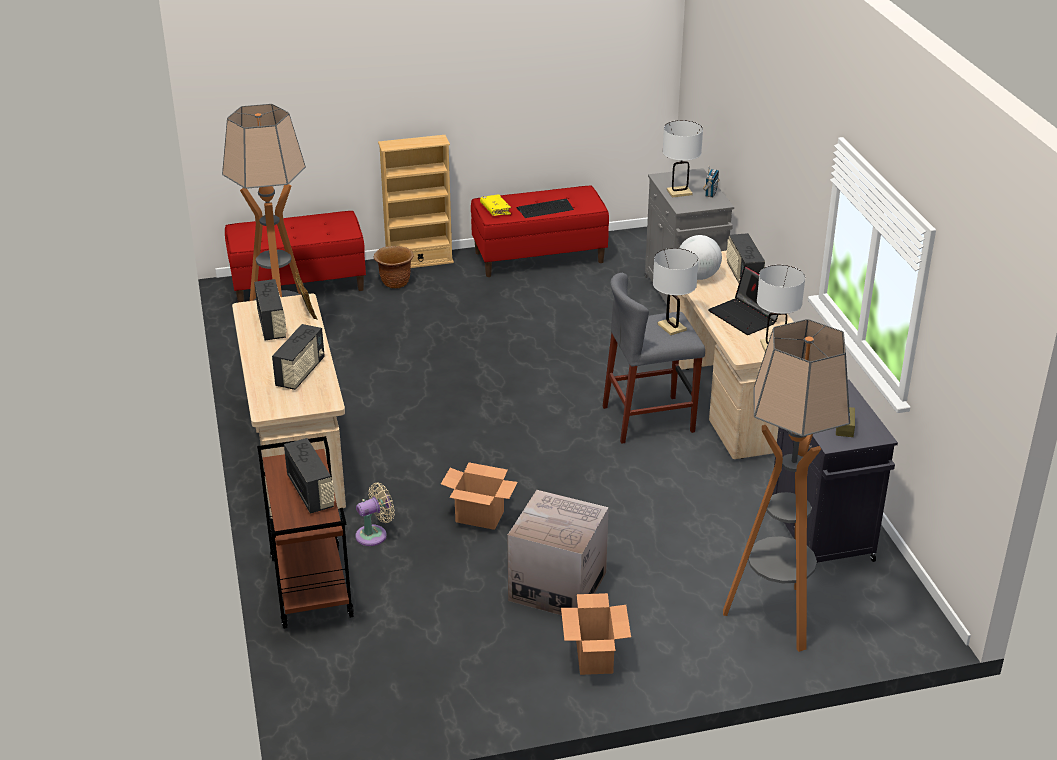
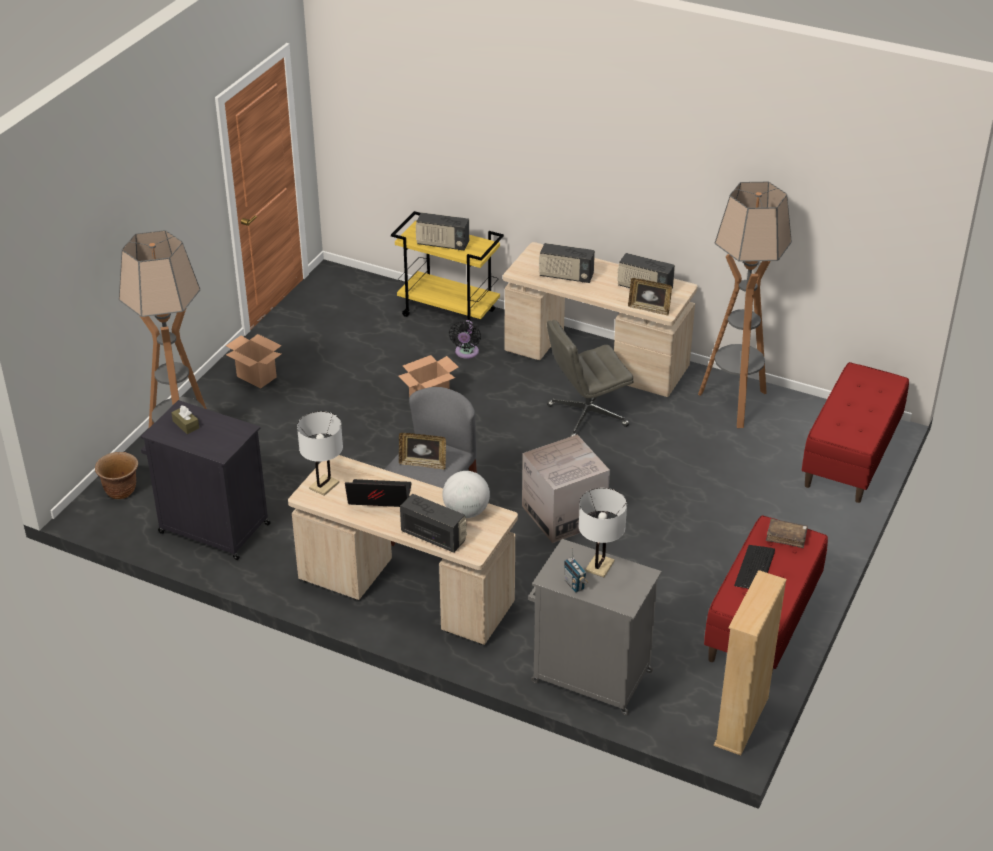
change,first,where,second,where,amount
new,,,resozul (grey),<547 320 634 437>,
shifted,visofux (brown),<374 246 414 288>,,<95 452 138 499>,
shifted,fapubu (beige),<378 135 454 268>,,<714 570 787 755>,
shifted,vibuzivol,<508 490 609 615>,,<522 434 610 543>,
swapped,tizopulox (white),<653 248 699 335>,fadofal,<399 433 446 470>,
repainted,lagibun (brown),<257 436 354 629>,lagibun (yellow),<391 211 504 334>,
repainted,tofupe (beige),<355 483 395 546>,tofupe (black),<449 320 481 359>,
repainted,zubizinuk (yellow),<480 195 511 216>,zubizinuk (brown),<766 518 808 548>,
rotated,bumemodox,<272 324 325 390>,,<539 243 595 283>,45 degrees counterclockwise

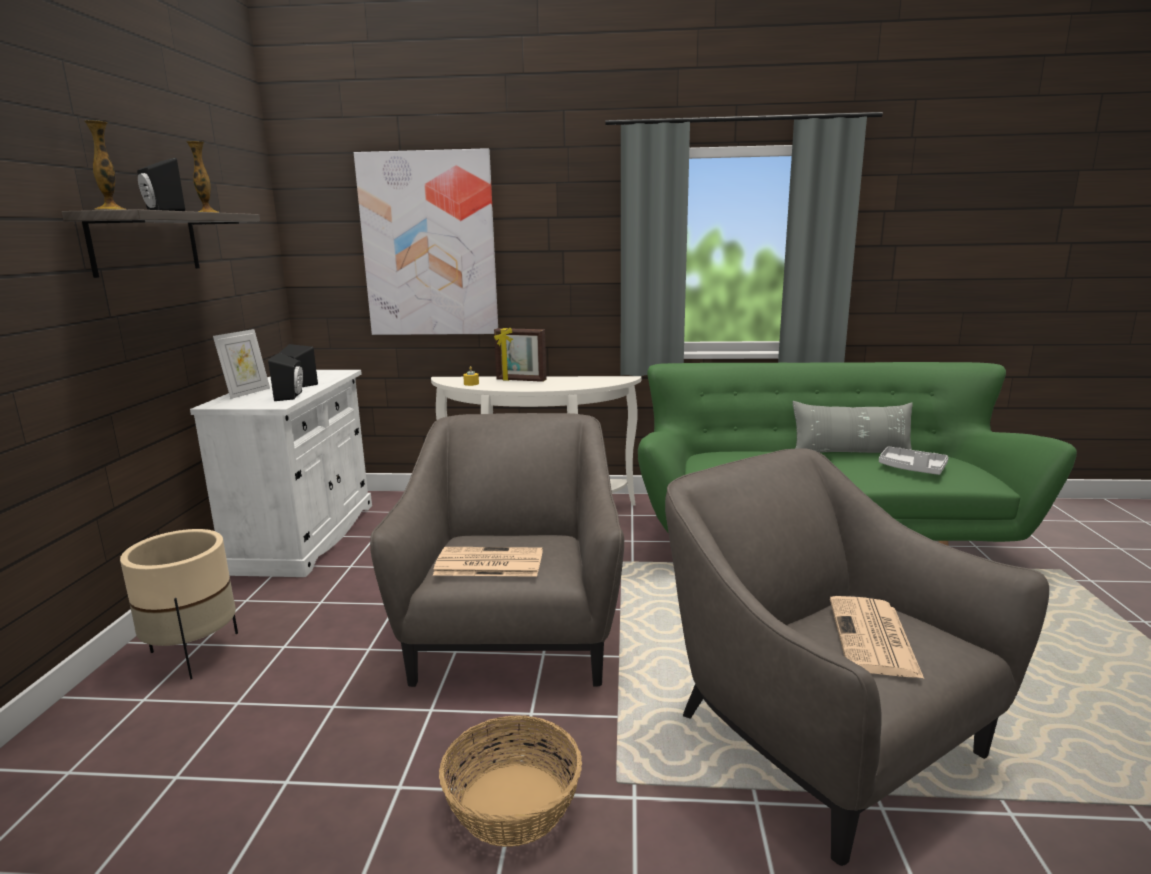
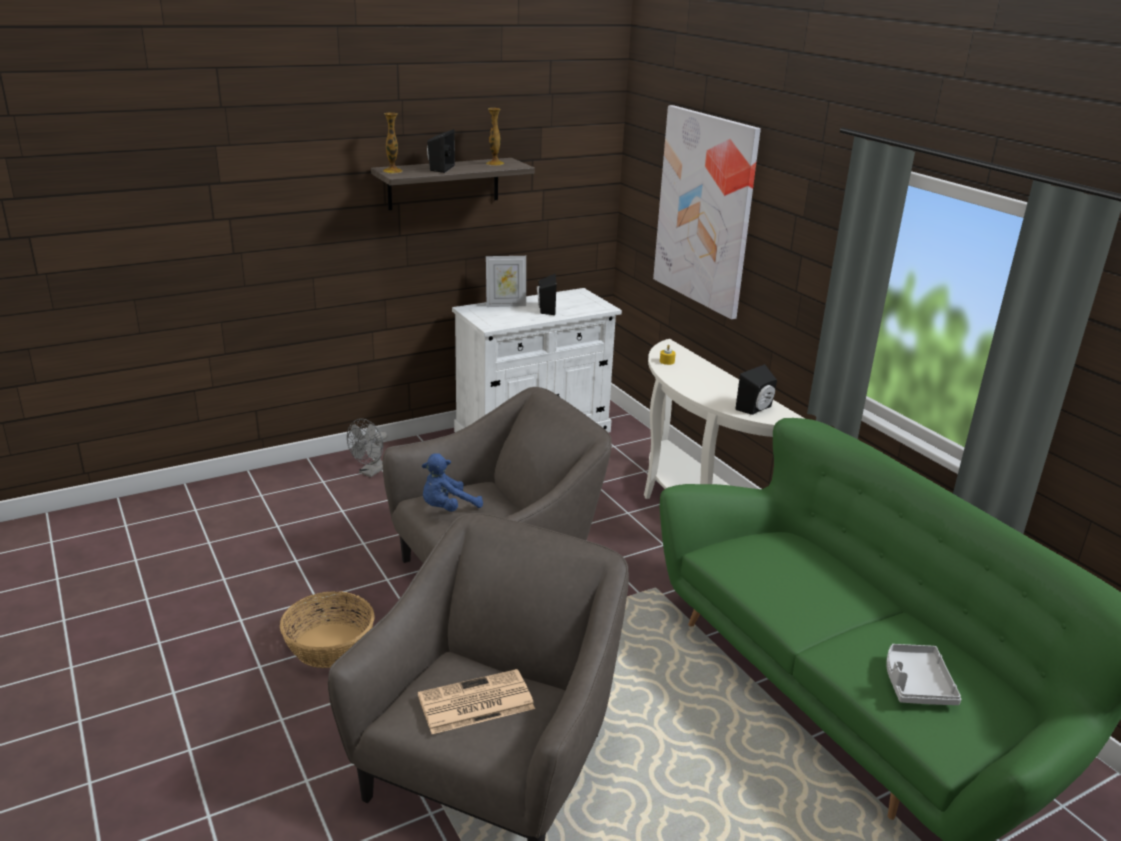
change,first,where,second,where,amount
gone,fadofal,<494 328 546 382>,,,
gone,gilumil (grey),<793 401 913 453>,,,
shifted,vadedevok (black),<268 353 303 401>,,<735 364 777 415>,
swapped,visofux (beige),<120 529 238 680>,tofupe (grey),<347 419 387 477>,
swapped,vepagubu,<433 547 543 577>,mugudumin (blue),<422 453 483 512>,

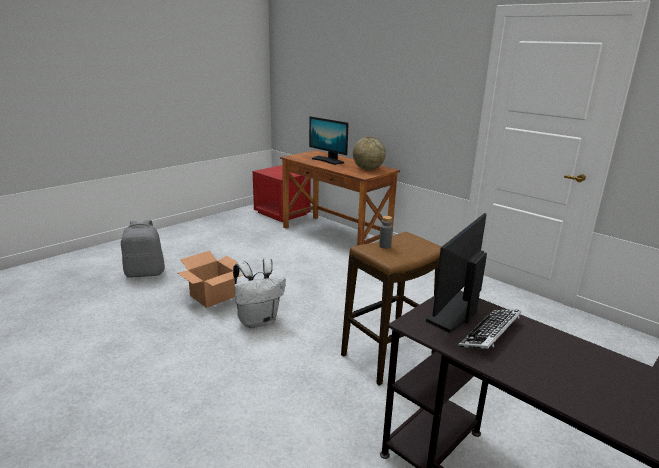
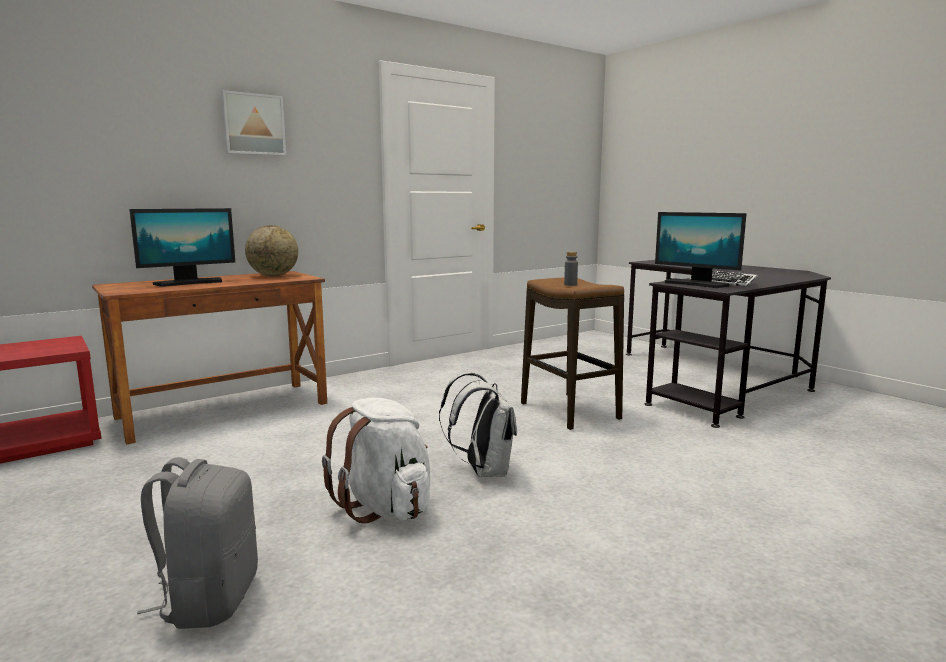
change,first,where,second,where,amount
new,,,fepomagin,<221 90 286 156>,
swapped,vibuzivol,<178 251 243 308>,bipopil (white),<322 398 430 524>,

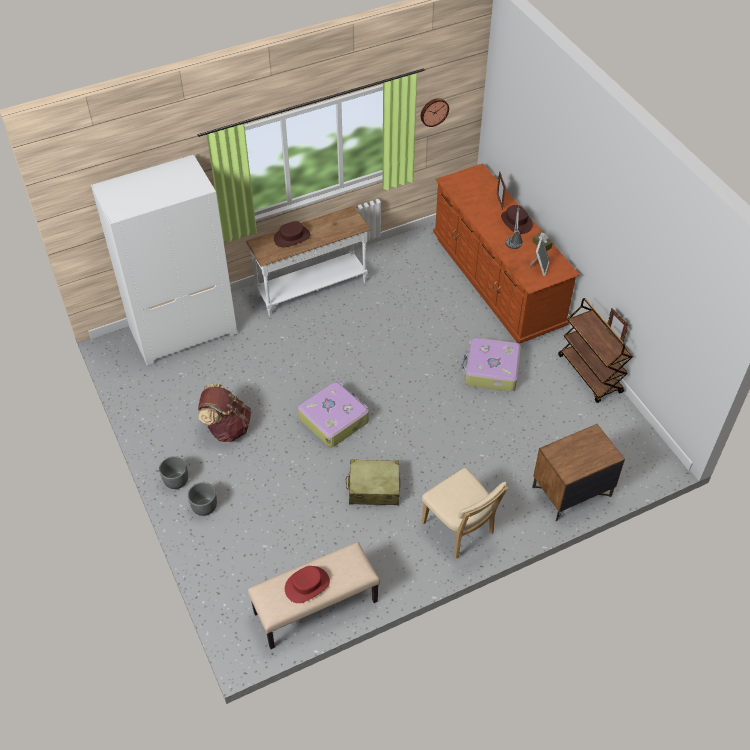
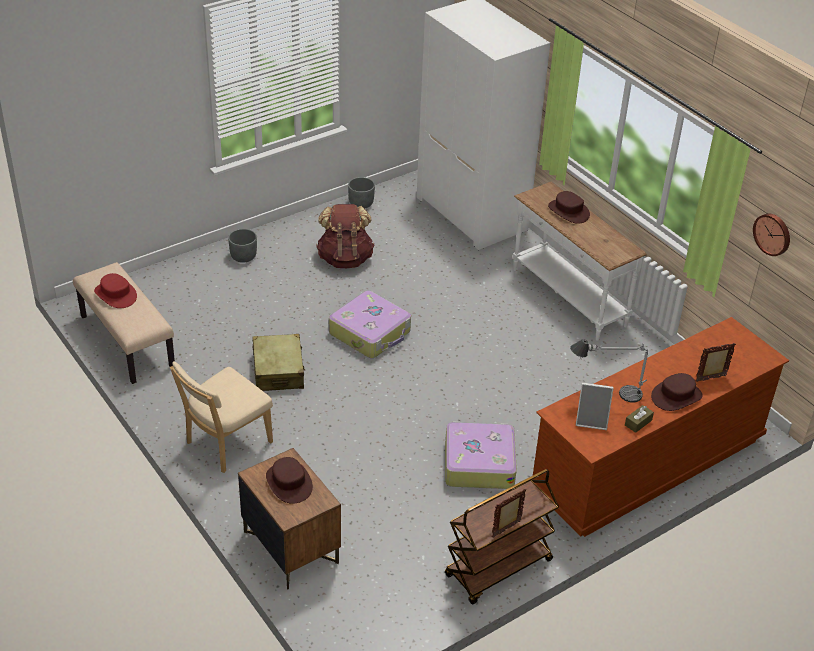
change,first,where,second,where,amount
new,,,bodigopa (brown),<266 457 313 504>,
shifted,visofux (grey),<159 456 188 489>,,<348 177 375 208>,

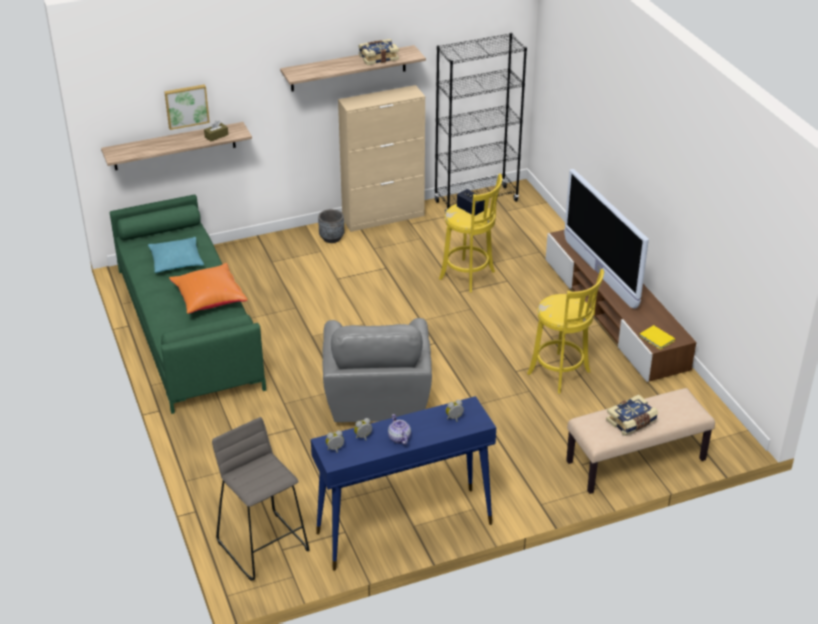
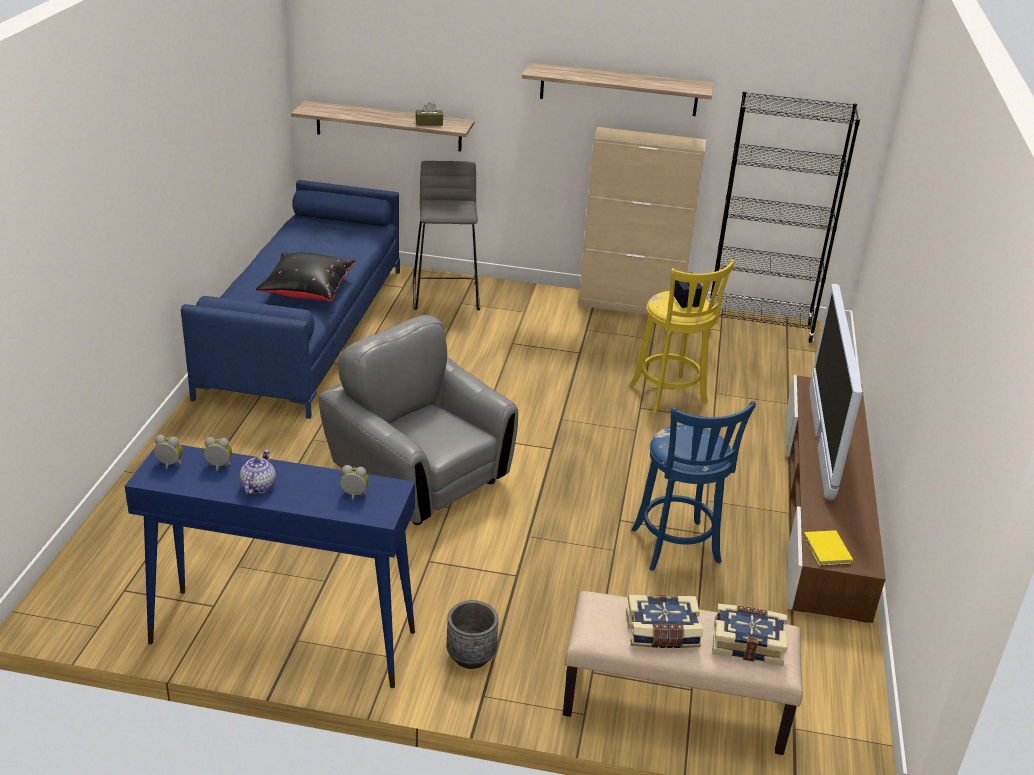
change,first,where,second,where,amount
gone,gilumil (turquoise),<148 237 204 273>,,,
gone,fepomagin,<164 84 210 130>,,,
shifted,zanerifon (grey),<212 417 309 580>,,<413 161 480 310>,
shifted,visofux (grey),<318 209 344 243>,,<447 600 498 669>,
shifted,zubizinuk,<358 39 399 65>,,<712 604 787 666>,
repainted,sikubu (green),<110 195 266 414>,sikubu (blue),<181 180 400 419>,
repainted,gilumil (orange),<169 263 248 314>,gilumil (black),<256 253 356 301>,
repainted,zanerifon (yellow),<527 269 604 394>,zanerifon (blue),<631 401 756 571>,
rotated,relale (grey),<323 318 432 422>,,<319 315 518 525>,105 degrees clockwise

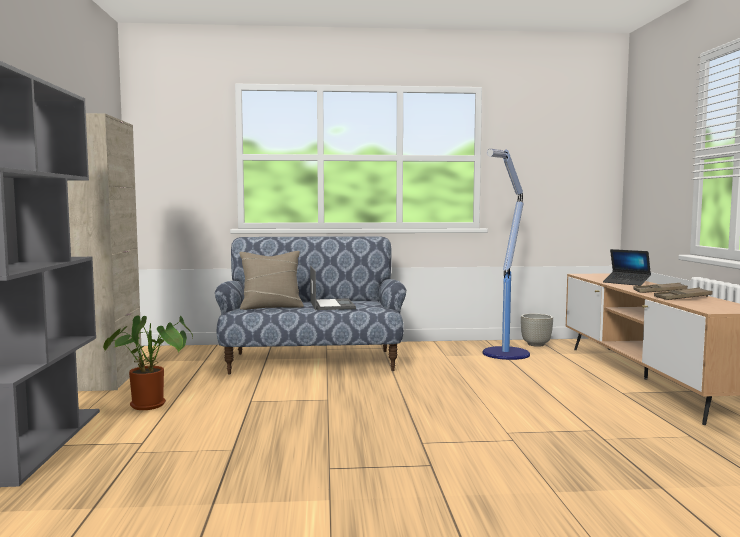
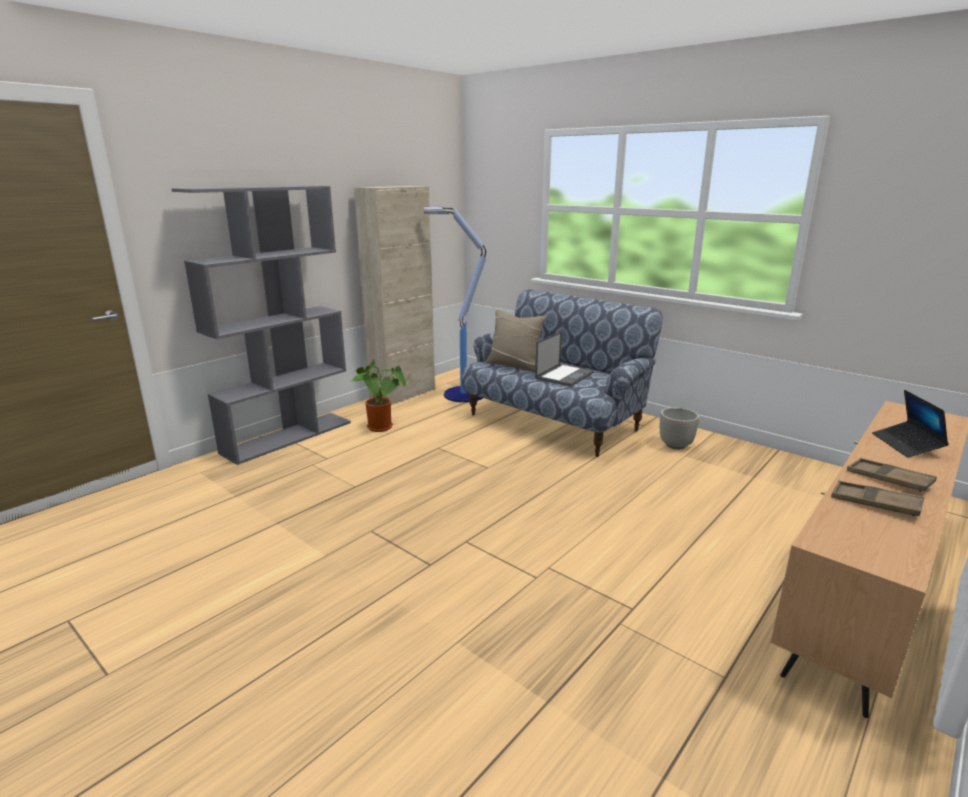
change,first,where,second,where,amount
shifted,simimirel,<483 149 530 360>,,<424 206 486 402>,
shifted,visofux (grey),<521 314 553 347>,,<660 407 699 449>,

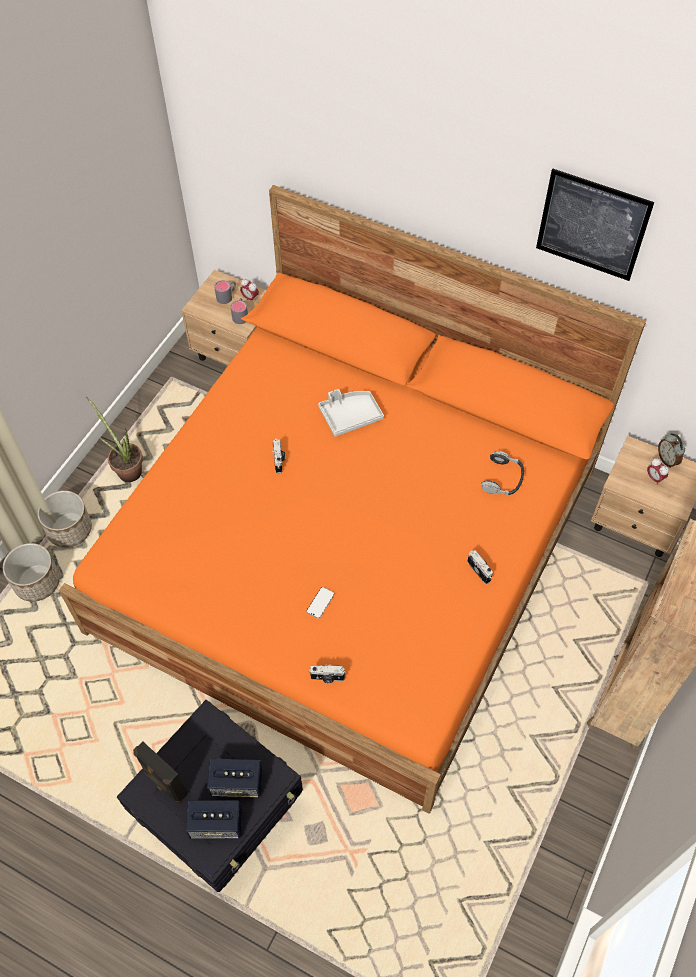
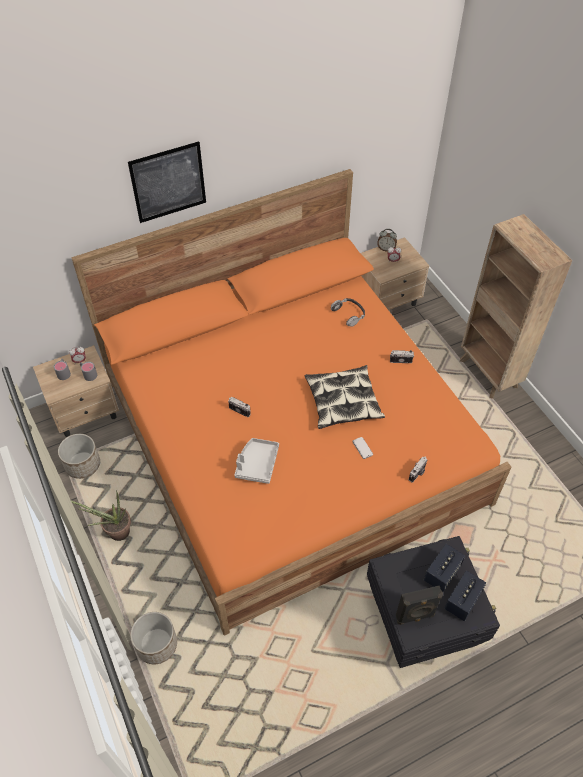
change,first,where,second,where,amount
new,,,gilumil,<304 365 385 429>,
shifted,visofux,<37 491 92 547>,,<58 434 100 479>,
shifted,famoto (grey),<318 389 384 437>,,<234 438 279 484>,
shifted,fepomagin,<536 169 654 281>,,<128 141 206 223>,

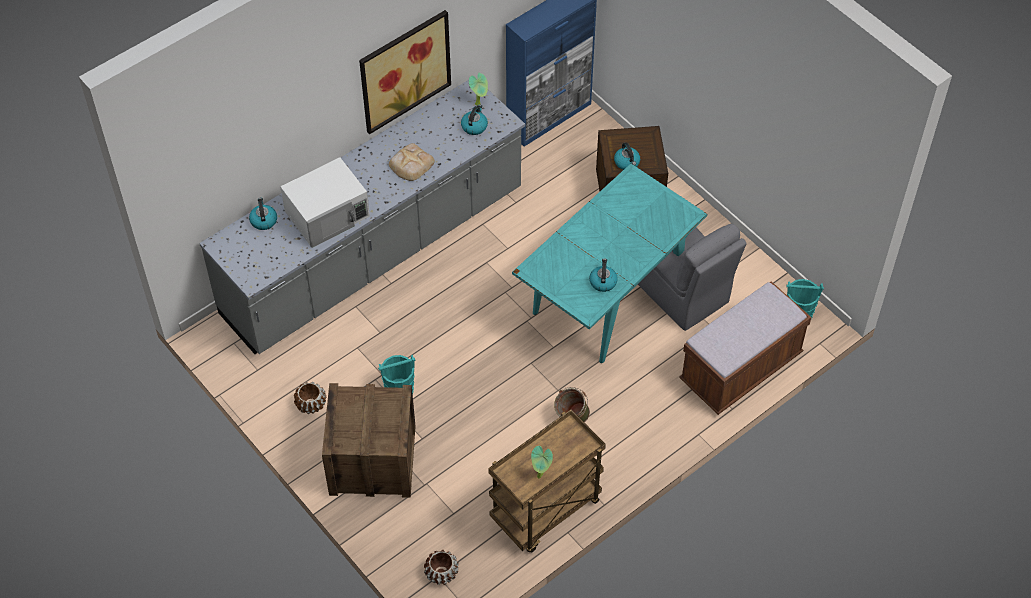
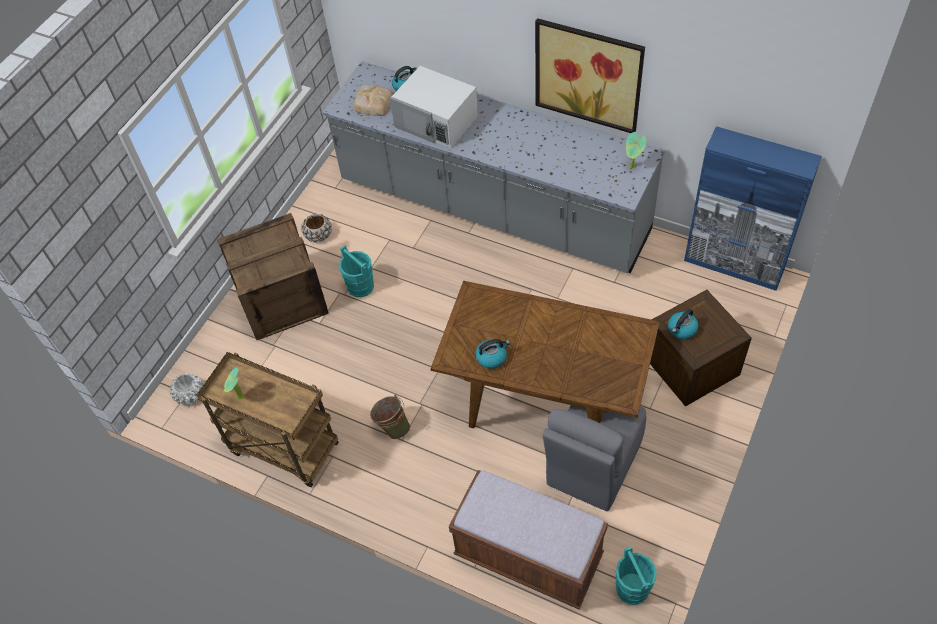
change,first,where,second,where,amount
gone,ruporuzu,<461 105 488 135>,,,
shifted,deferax,<389 143 435 181>,,<353 84 394 116>,
repainted,visofux (brown),<424 550 459 585>,visofux (white),<170 373 204 405>,
repainted,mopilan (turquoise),<512 164 707 363>,mopilan (brown),<431 281 660 428>,

